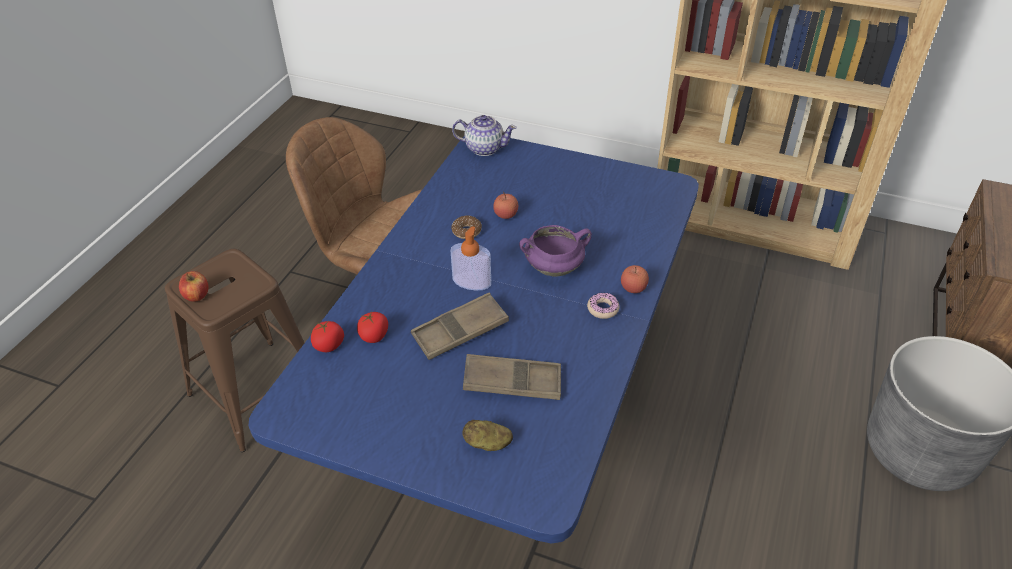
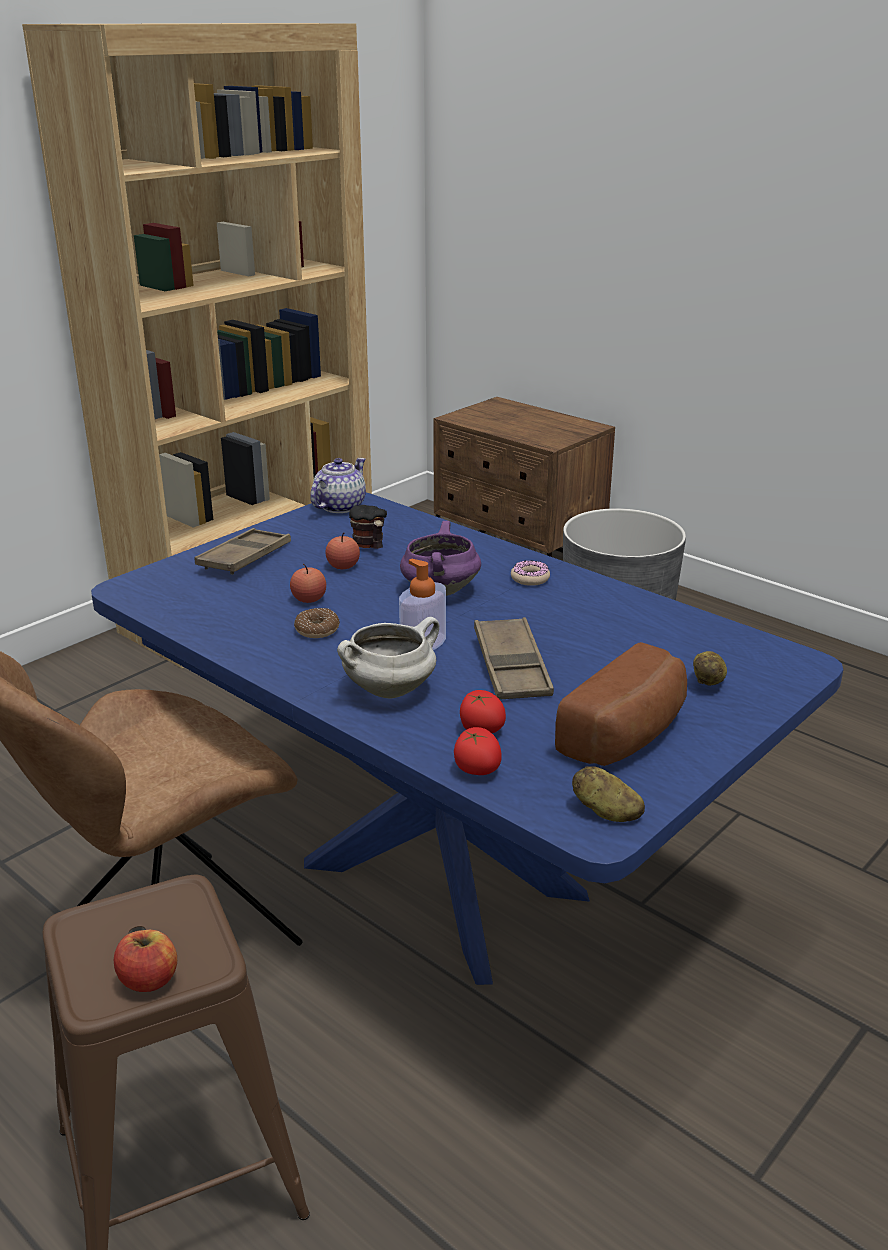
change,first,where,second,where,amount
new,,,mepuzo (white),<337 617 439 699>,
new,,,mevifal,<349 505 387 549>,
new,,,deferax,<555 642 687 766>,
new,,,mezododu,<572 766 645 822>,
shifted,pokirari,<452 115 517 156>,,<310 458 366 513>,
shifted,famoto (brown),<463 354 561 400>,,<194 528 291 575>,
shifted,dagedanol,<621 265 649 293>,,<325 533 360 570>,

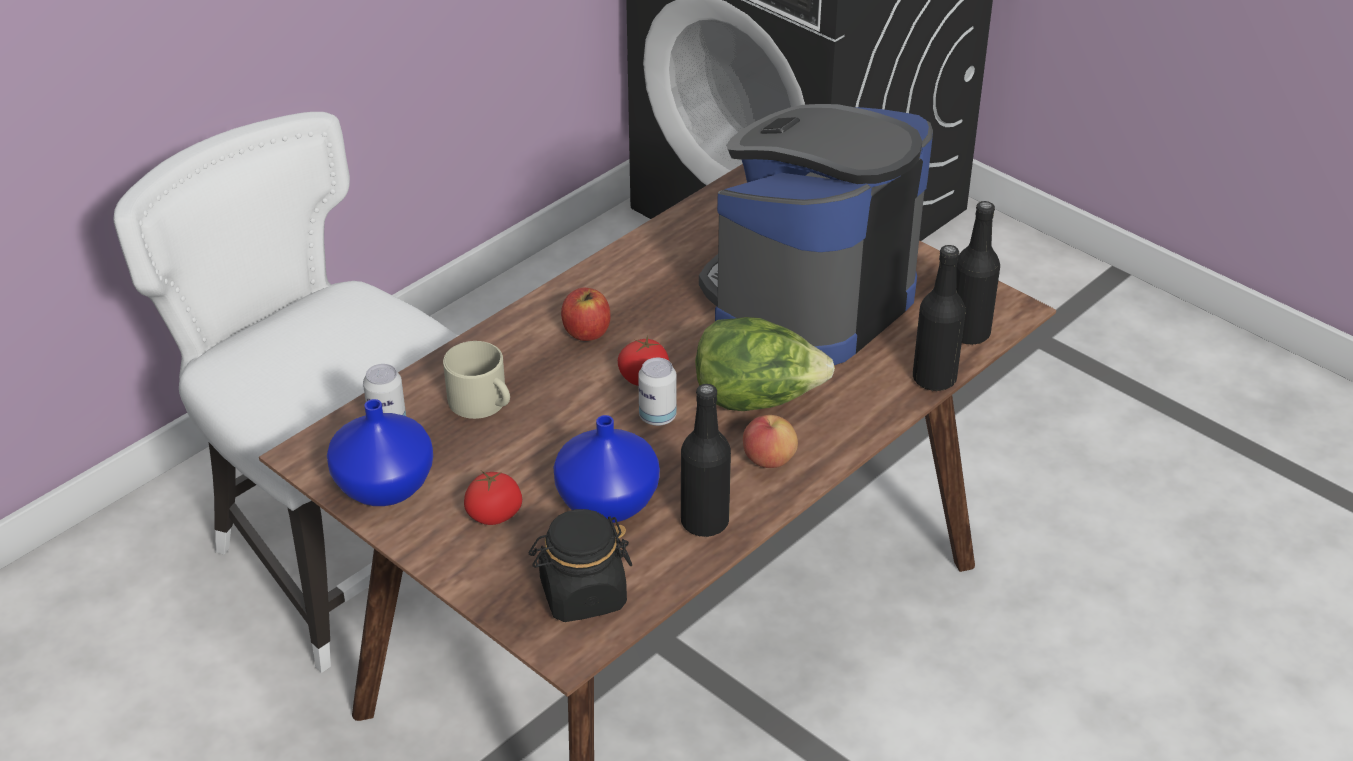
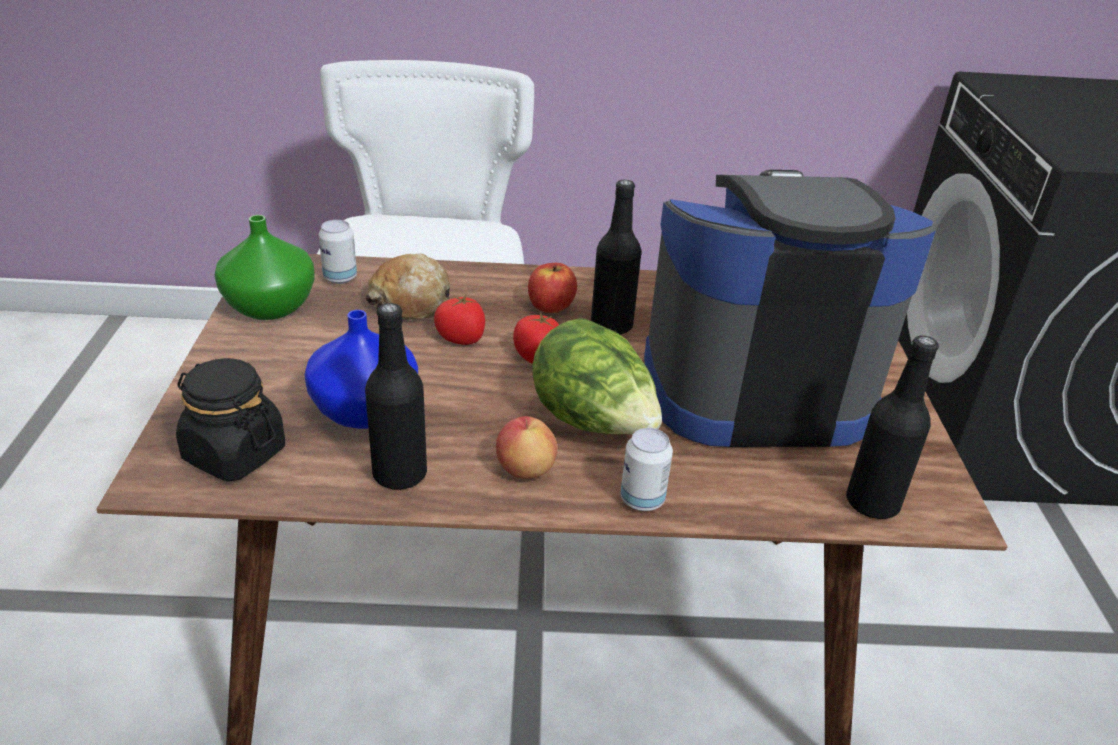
change,first,where,second,where,amount
shifted,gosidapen,<464 471 522 525>,,<434 293 485 345>,
shifted,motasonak,<638 358 677 426>,,<620 428 673 511>,
shifted,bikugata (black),<913 245 966 391>,,<591 180 641 334>,
swapped,mevifal (beige),<443 341 510 419>,deferax,<366 254 450 320>,
repainted,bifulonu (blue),<327 399 433 506>,bifulonu (green),<214 215 315 320>,

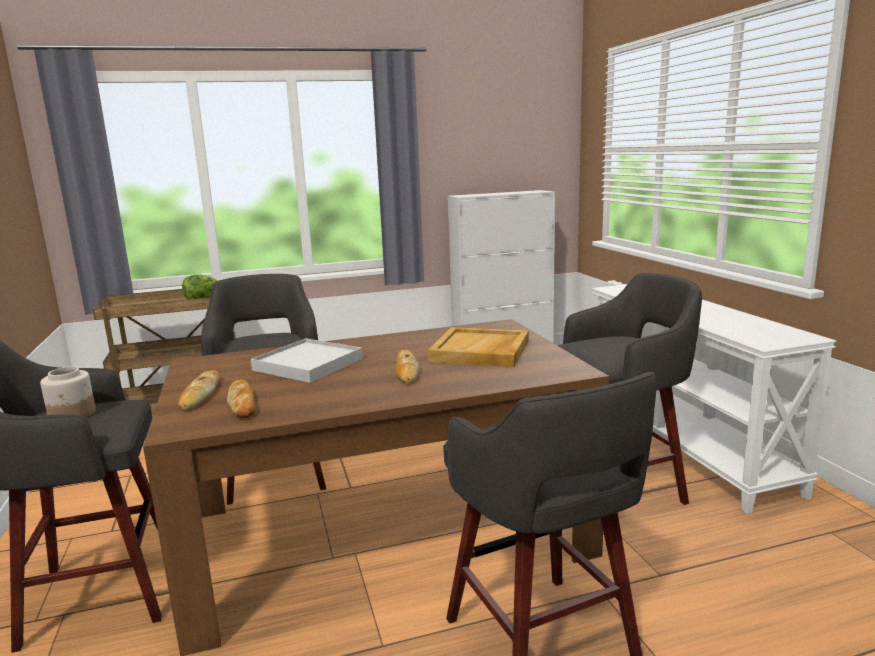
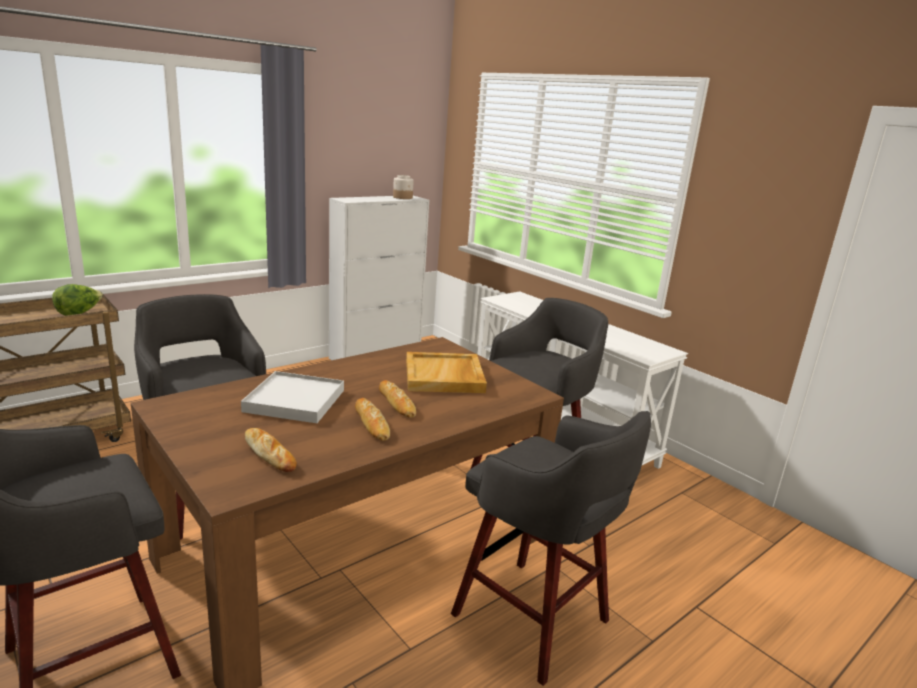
change,first,where,second,where,amount
shifted,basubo,<40 367 96 417>,,<393 175 414 199>,
shifted,deferax,<178 370 219 410>,,<355 398 390 441>,

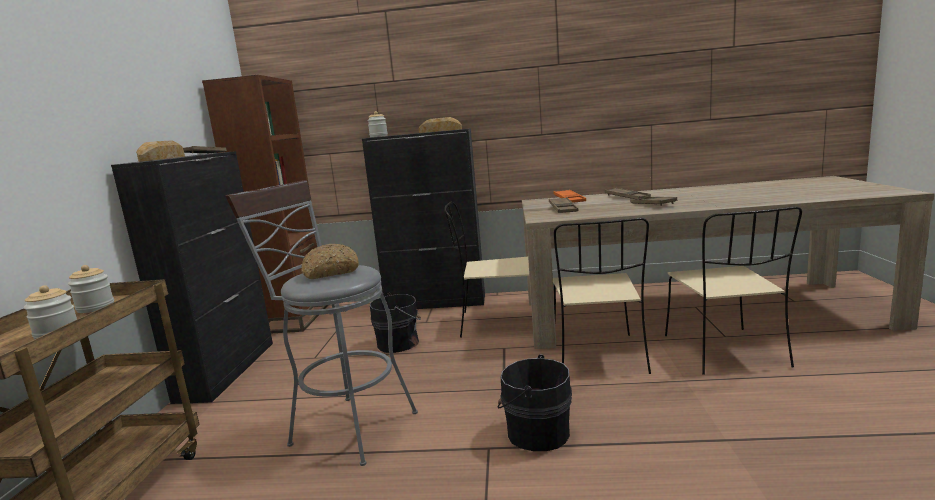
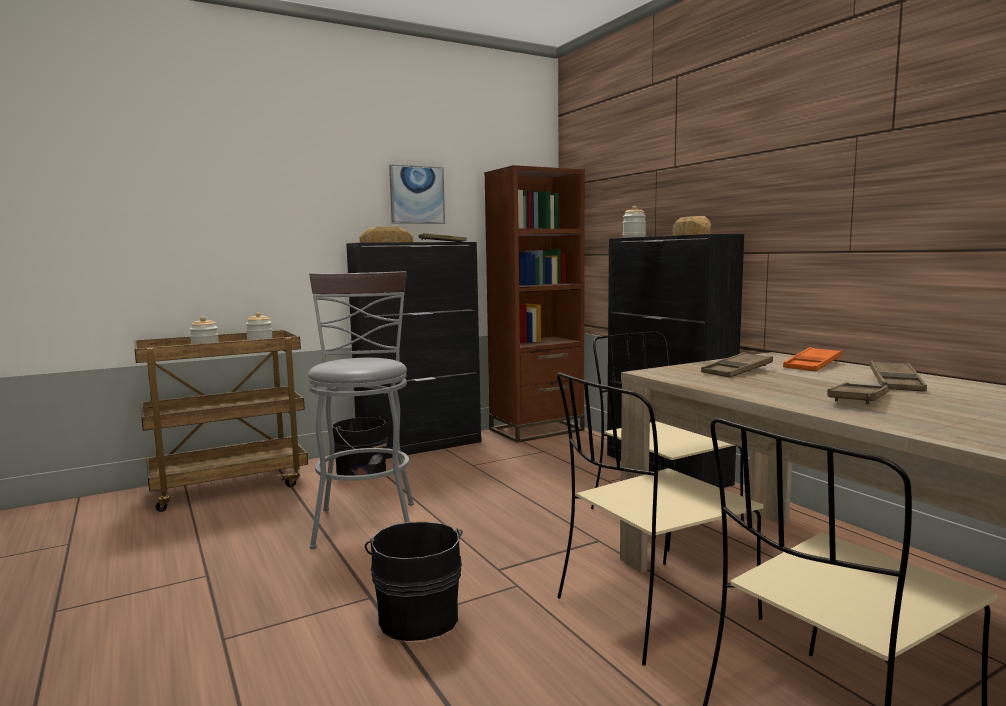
change,first,where,second,where,amount
gone,deferax,<301 244 359 279>,,,
new,,,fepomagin,<389 164 445 224>,
shifted,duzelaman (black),<370 293 421 353>,,<332 415 393 476>,

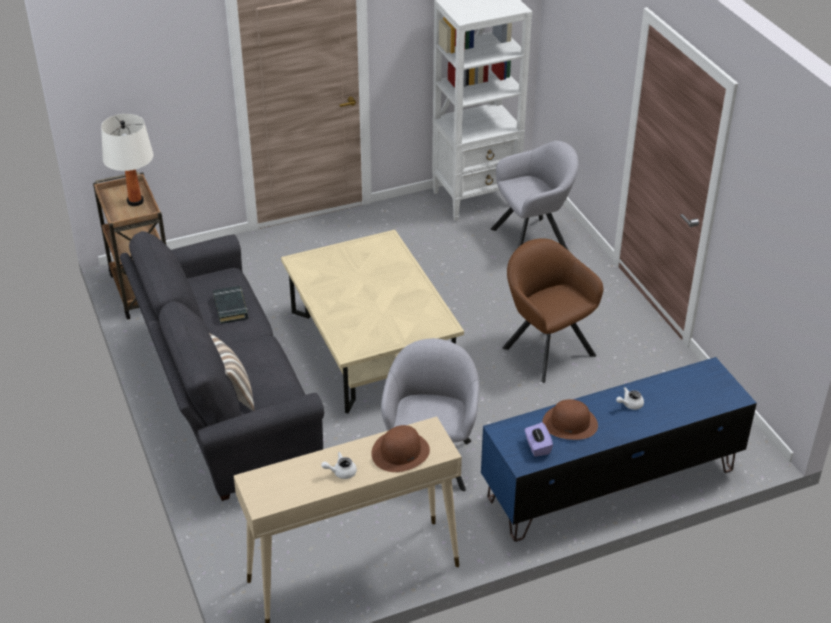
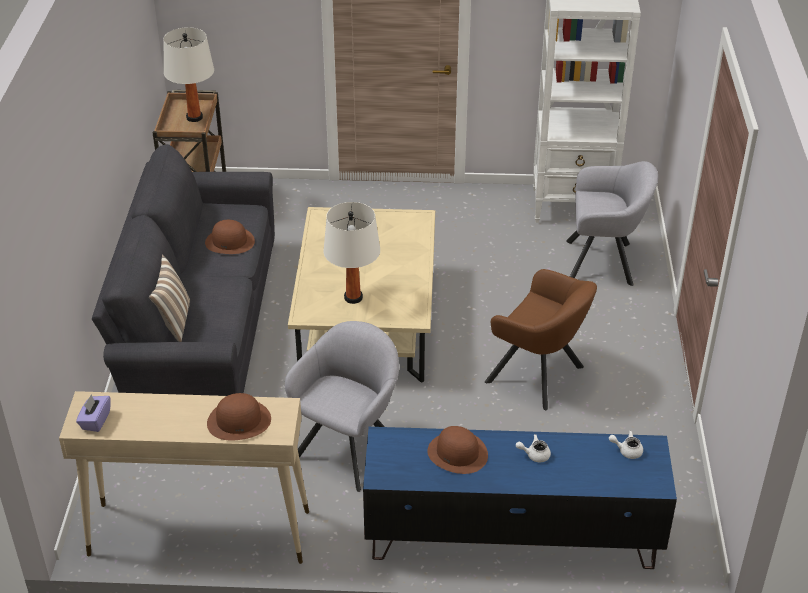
change,first,where,second,where,amount
new,,,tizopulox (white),<323 202 380 304>,
shifted,pokirari (white),<321 452 357 479>,,<609 431 643 459>,
shifted,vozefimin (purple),<524 422 553 457>,,<76 395 111 432>,
swapped,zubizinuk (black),<213 286 249 324>,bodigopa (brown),<205 220 255 254>,
rotated,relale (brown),<503 238 603 383>,,<485 269 597 410>,135 degrees clockwise

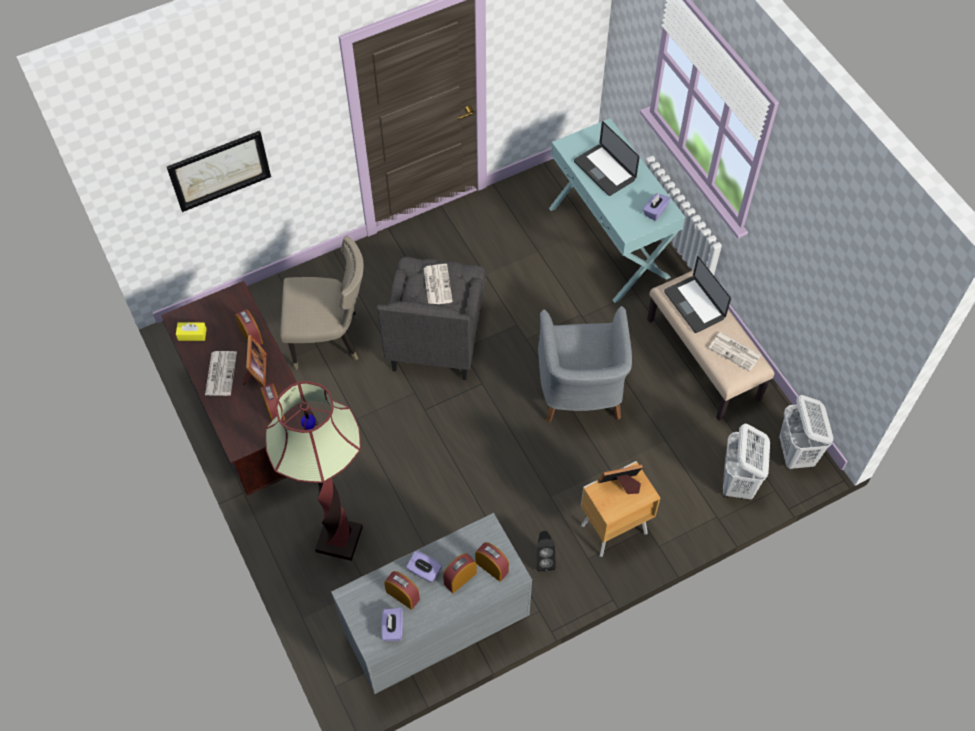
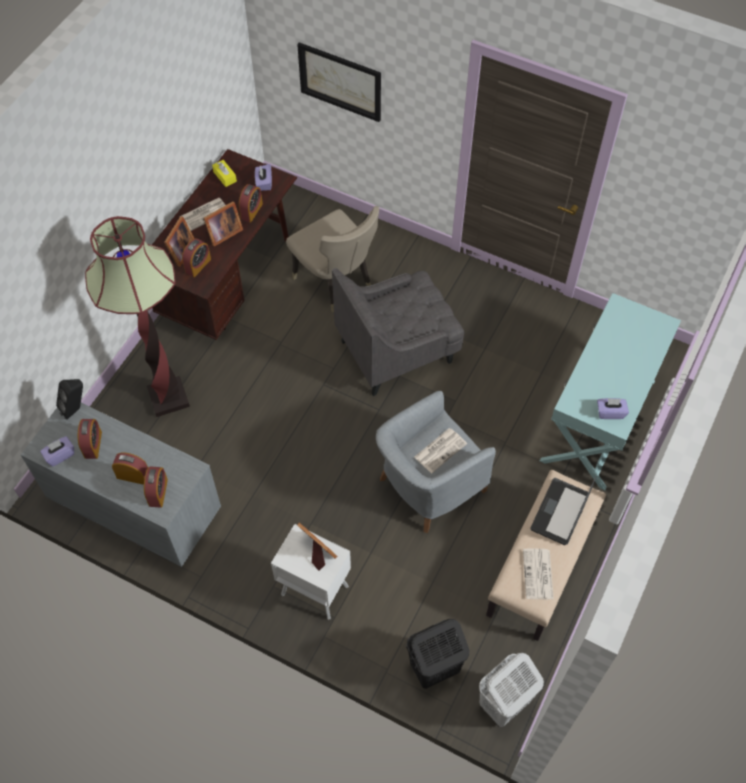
change,first,where,second,where,amount
gone,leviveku,<574 121 639 196>,,,
new,,,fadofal,<164 216 195 267>,
shifted,vozefimin (purple),<406 551 442 583>,,<255 164 272 191>,
shifted,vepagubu,<424 264 453 304>,,<415 428 467 473>,
shifted,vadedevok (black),<537 531 556 572>,,<56 379 83 419>,
repainted,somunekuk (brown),<581 461 660 557>,somunekuk (white),<271 524 351 620>,
repainted,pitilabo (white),<723 424 770 501>,pitilabo (black),<406 619 469 689>,

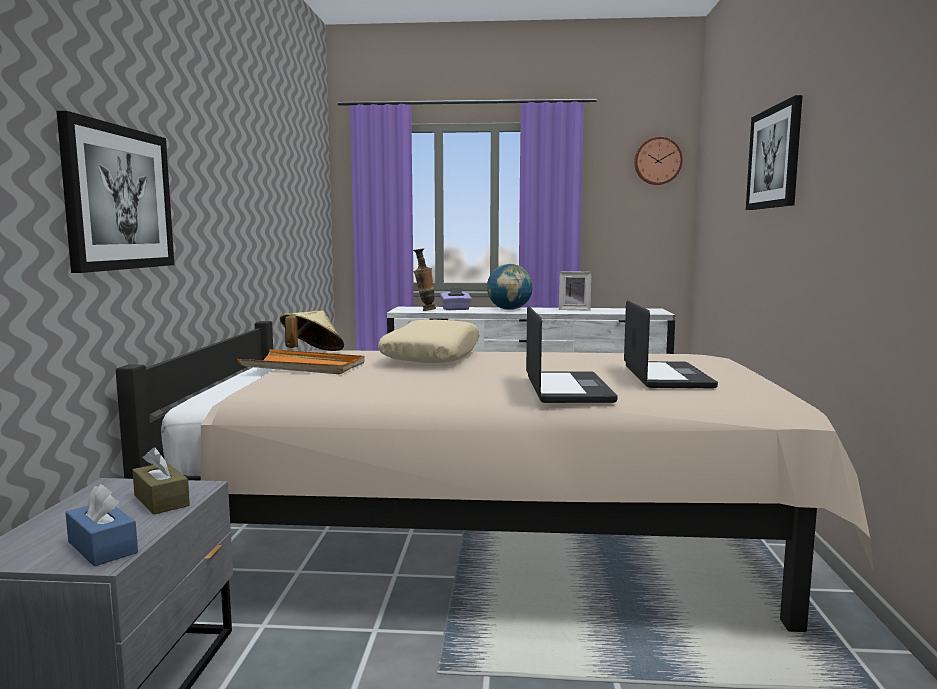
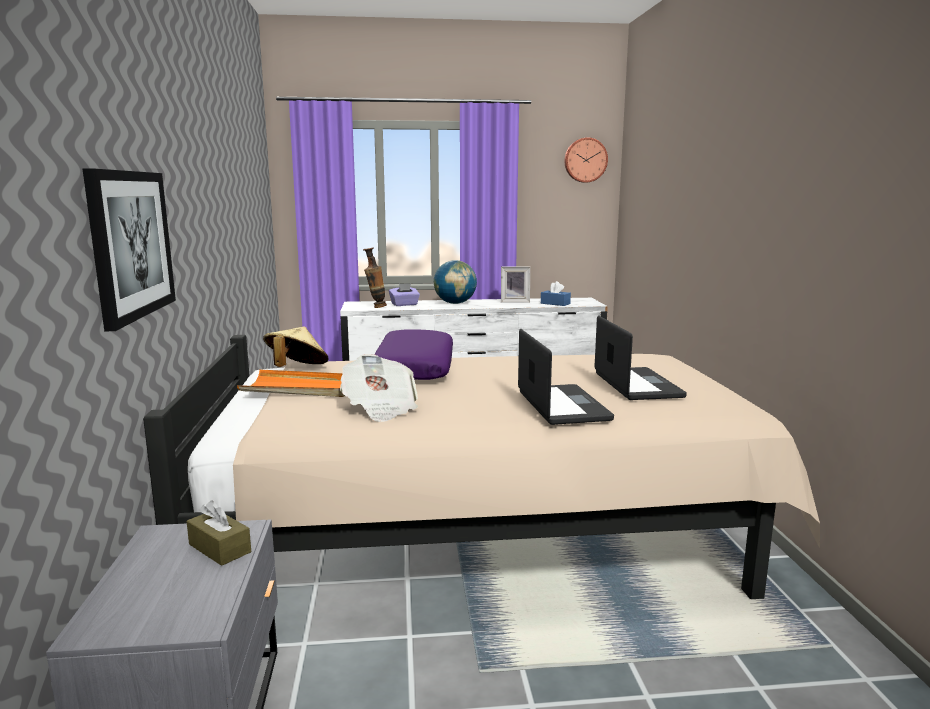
change,first,where,second,where,amount
gone,fepomagin,<746 95 802 210>,,,
new,,,vepagubu,<340 354 418 422>,
shifted,vozefimin (blue),<65 484 138 566>,,<541 281 571 306>,
repainted,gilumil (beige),<378 320 480 363>,gilumil (purple),<374 329 453 380>,

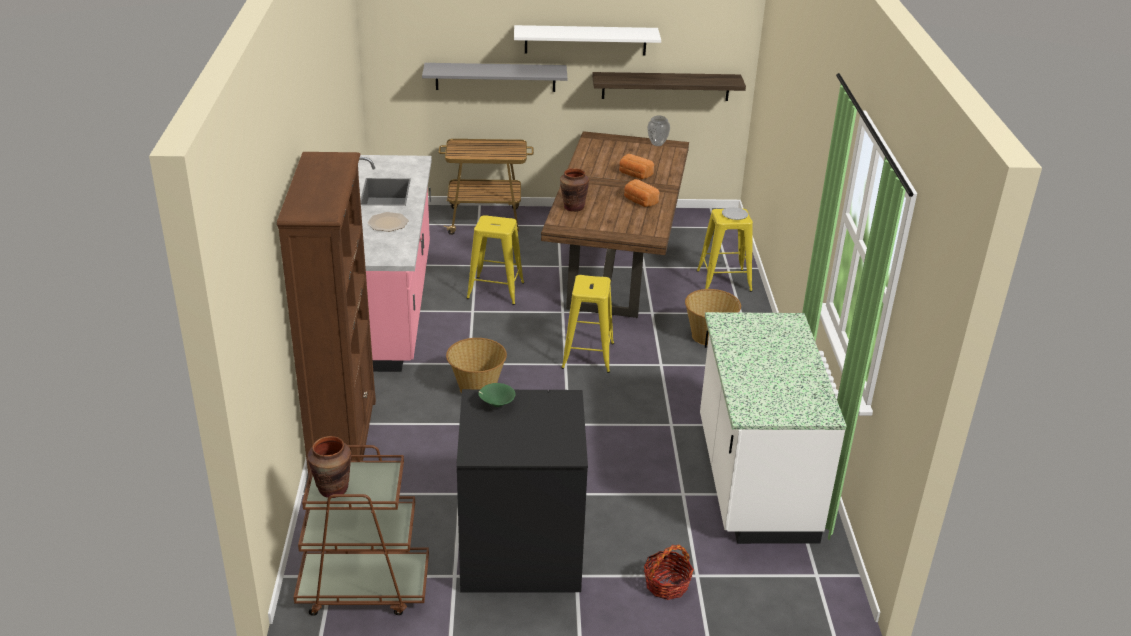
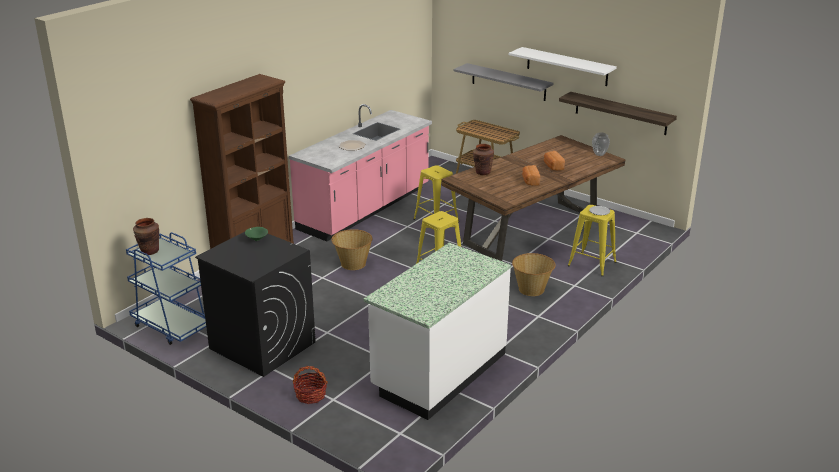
change,first,where,second,where,amount
repainted,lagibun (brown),<294 445 429 616>,lagibun (blue),<126 232 206 345>,

